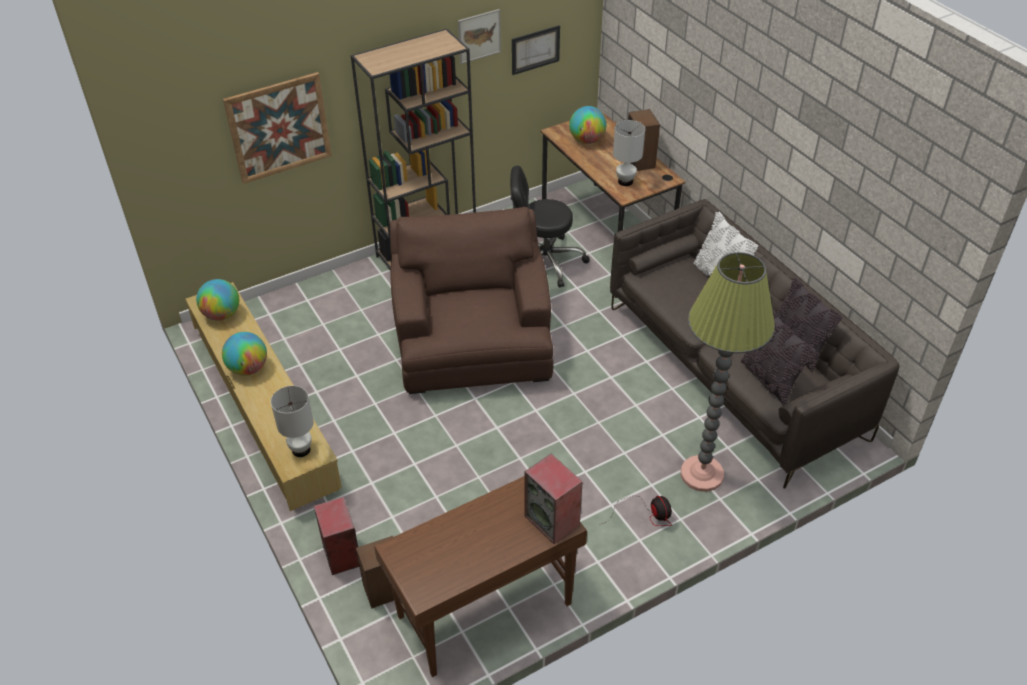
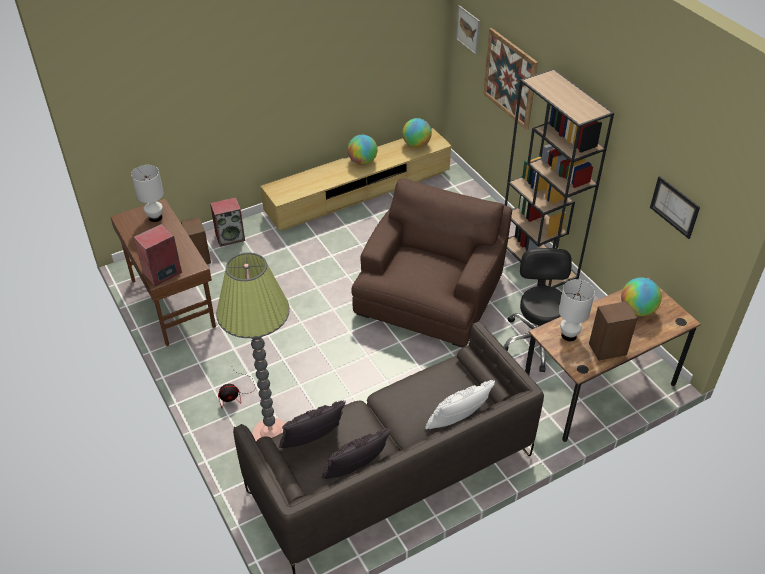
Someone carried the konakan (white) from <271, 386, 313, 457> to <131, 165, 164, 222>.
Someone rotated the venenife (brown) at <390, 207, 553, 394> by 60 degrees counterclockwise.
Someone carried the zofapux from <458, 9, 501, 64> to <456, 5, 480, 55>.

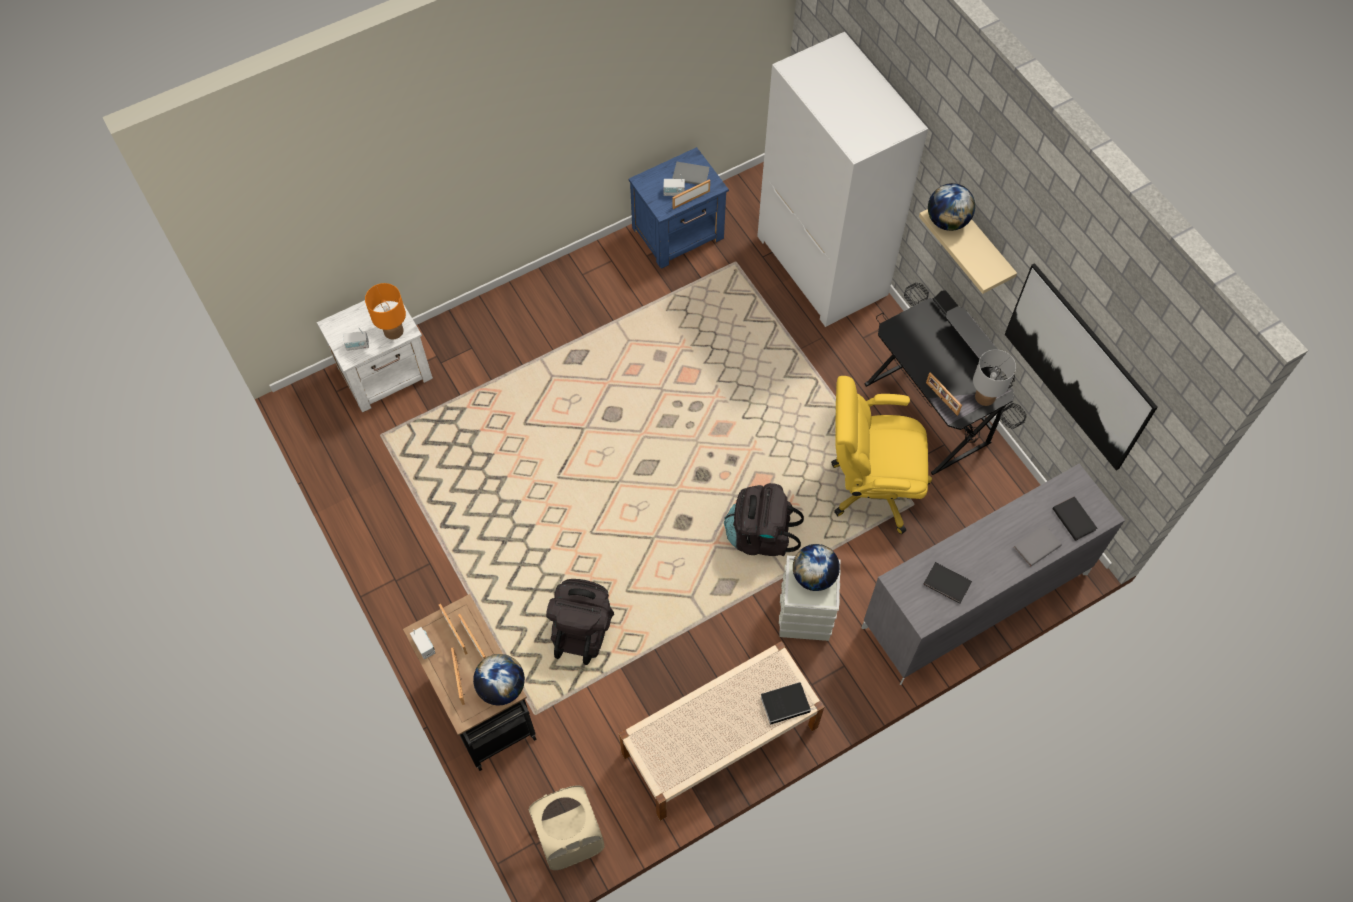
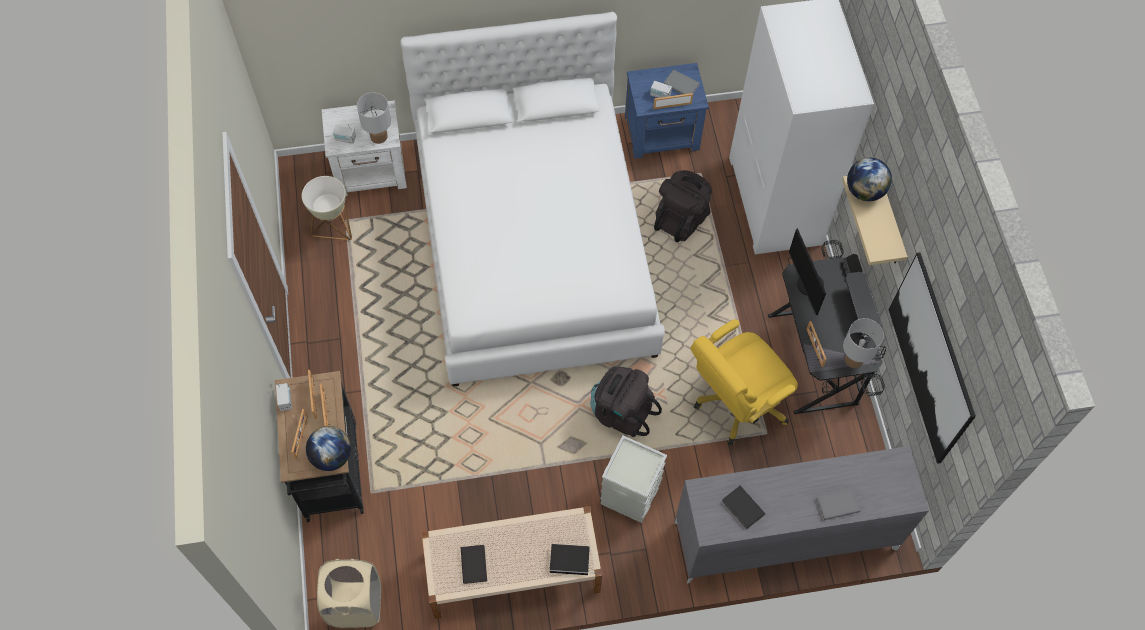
Someone put down the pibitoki at <302, 176, 352, 240>.
Someone repainted the konakan (orange) at <365, 283, 406, 339>, which became the konakan (grey) at <357, 92, 391, 144>.
Someone put down the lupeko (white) at <400, 12, 665, 387>.
Someone carried the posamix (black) from <1052, 496, 1098, 541> to <461, 545, 487, 584>.
Someone carried the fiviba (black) from <546, 579, 614, 665> to <654, 170, 712, 242>.
Someone rotated the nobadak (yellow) at <831, 376, 932, 534> by 60 degrees counterclockwise.
Someone put down the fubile at <789, 228, 826, 316>.
Someone took away the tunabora at <793, 544, 840, 591>.

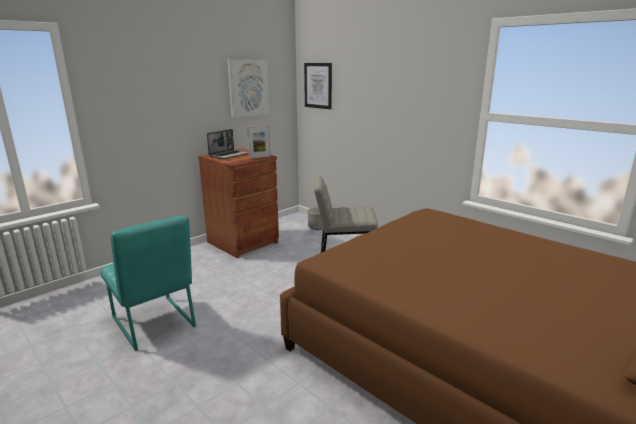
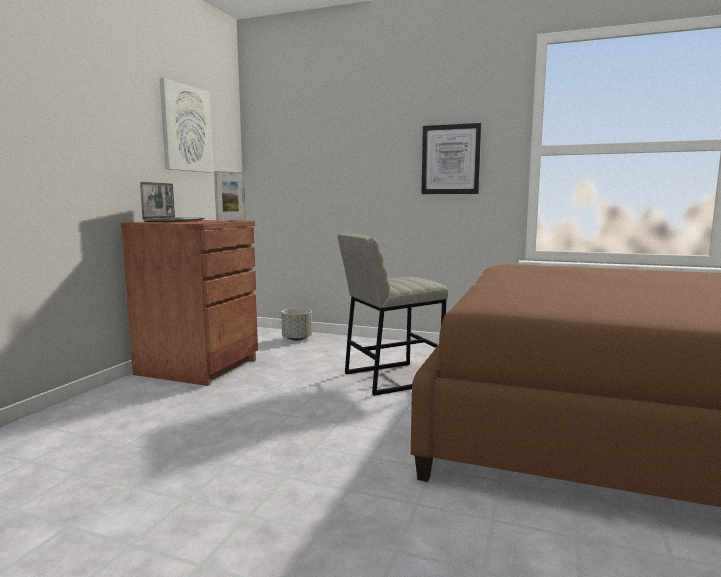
Someone carried the zofapux from <304, 63, 332, 109> to <422, 123, 481, 194>.
Someone took away the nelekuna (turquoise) at <100, 215, 196, 351>.

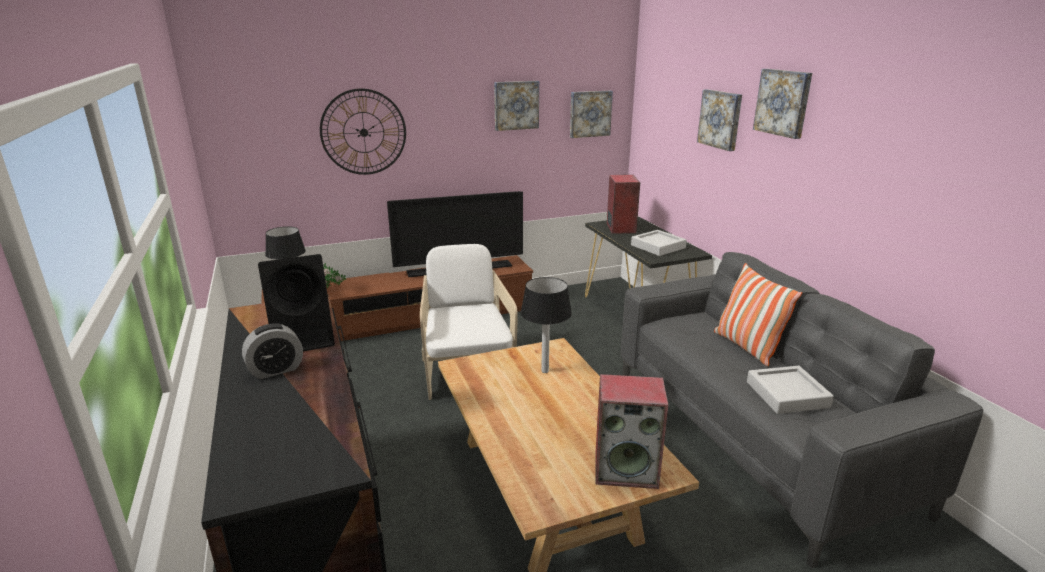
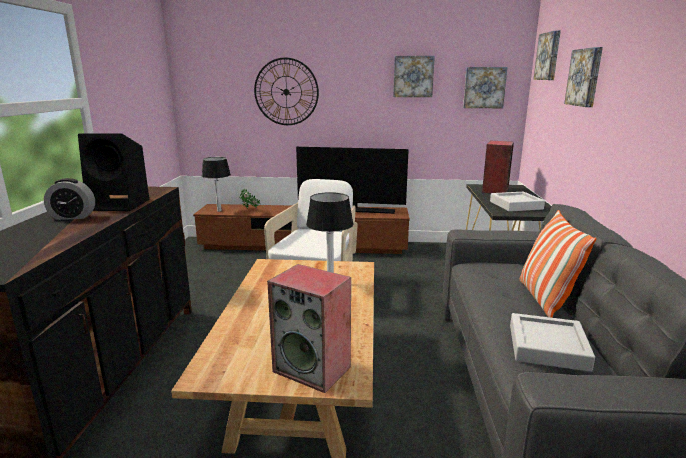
Someone carried the zofapux from <753, 69, 812, 139> to <533, 30, 561, 80>.

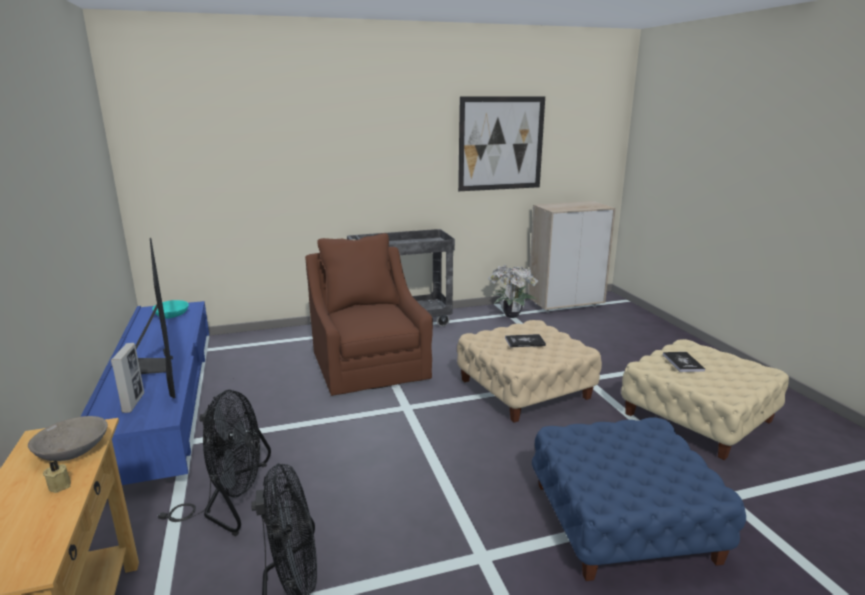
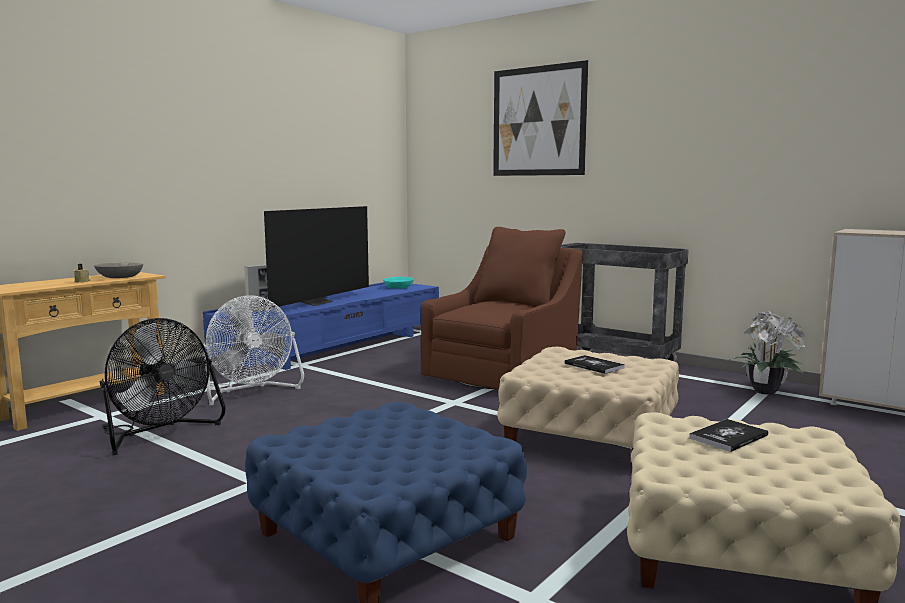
Someone repainted the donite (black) at <157, 390, 271, 537>, which became the donite (white) at <203, 296, 304, 405>.
Someone carried the zofapux from <458, 96, 545, 191> to <493, 60, 588, 176>.

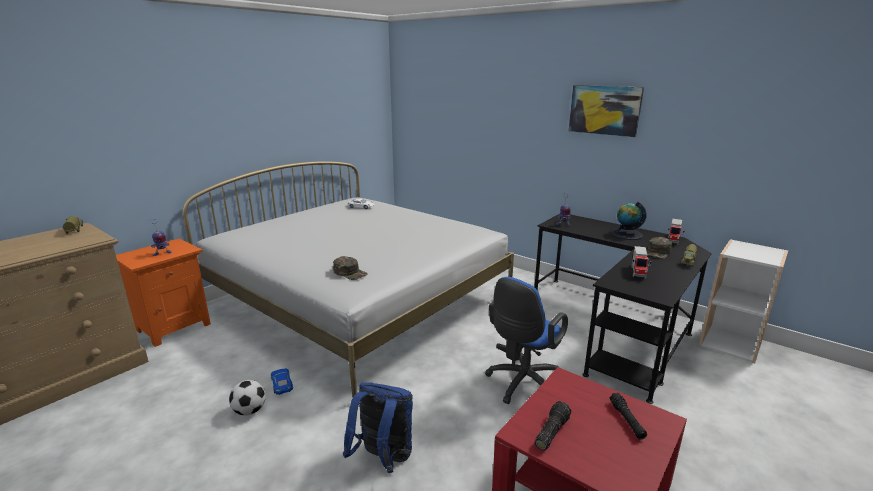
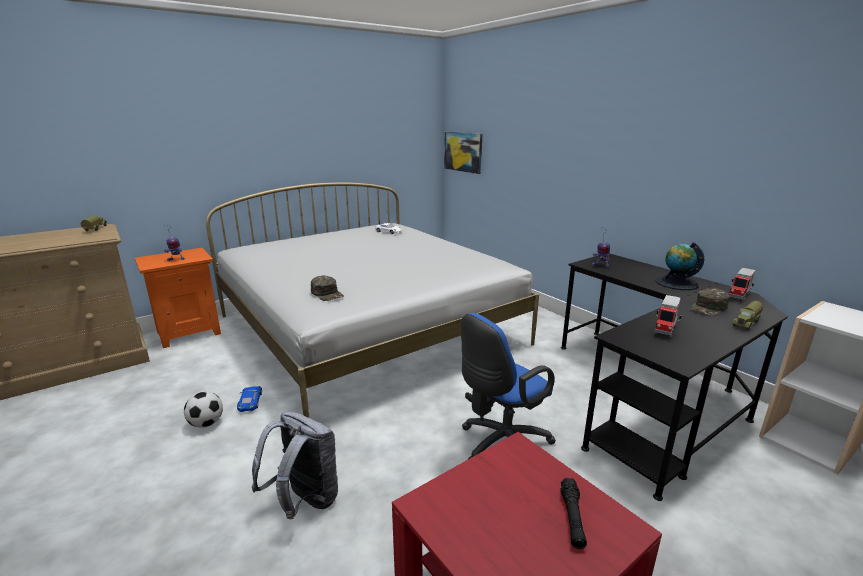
Someone repainted the fiviba (blue) at <343, 382, 413, 473>, which became the fiviba (grey) at <252, 412, 338, 519>.
Someone carried the zofapux from <569, 85, 644, 137> to <444, 132, 482, 174>.
Someone took away the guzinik at <535, 401, 571, 451>.

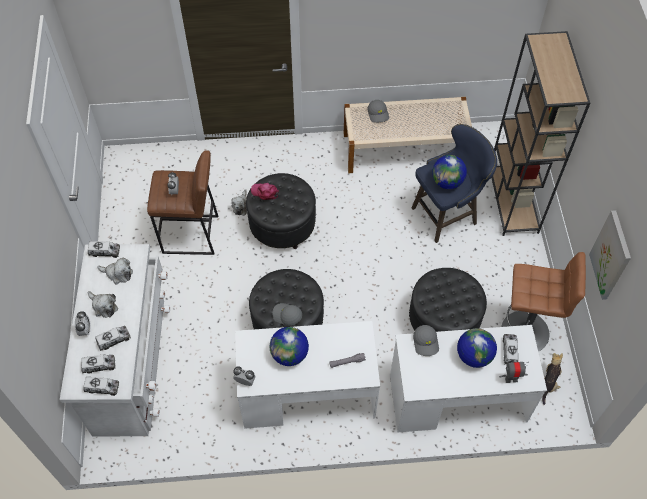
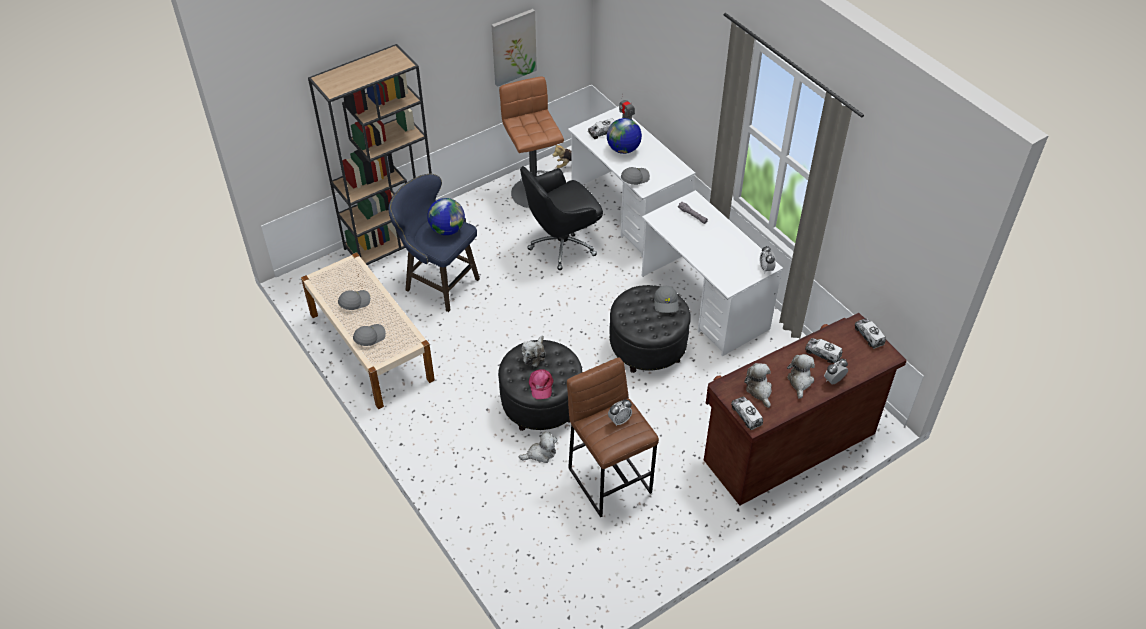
Someone put down the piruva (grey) at <338, 290, 370, 310>.
Someone swapped the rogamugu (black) at <409, 268, 487, 332> for the nobadak (black) at <520, 166, 603, 270>.
Someone put down the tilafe at <522, 335, 546, 367>.
Someone repainted the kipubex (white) at <60, 244, 170, 437>, which became the kipubex (brown) at <704, 313, 907, 506>.
Someone took away the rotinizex at <81, 355, 115, 374>.
Someone took away the tunabora at <269, 327, 309, 366>.

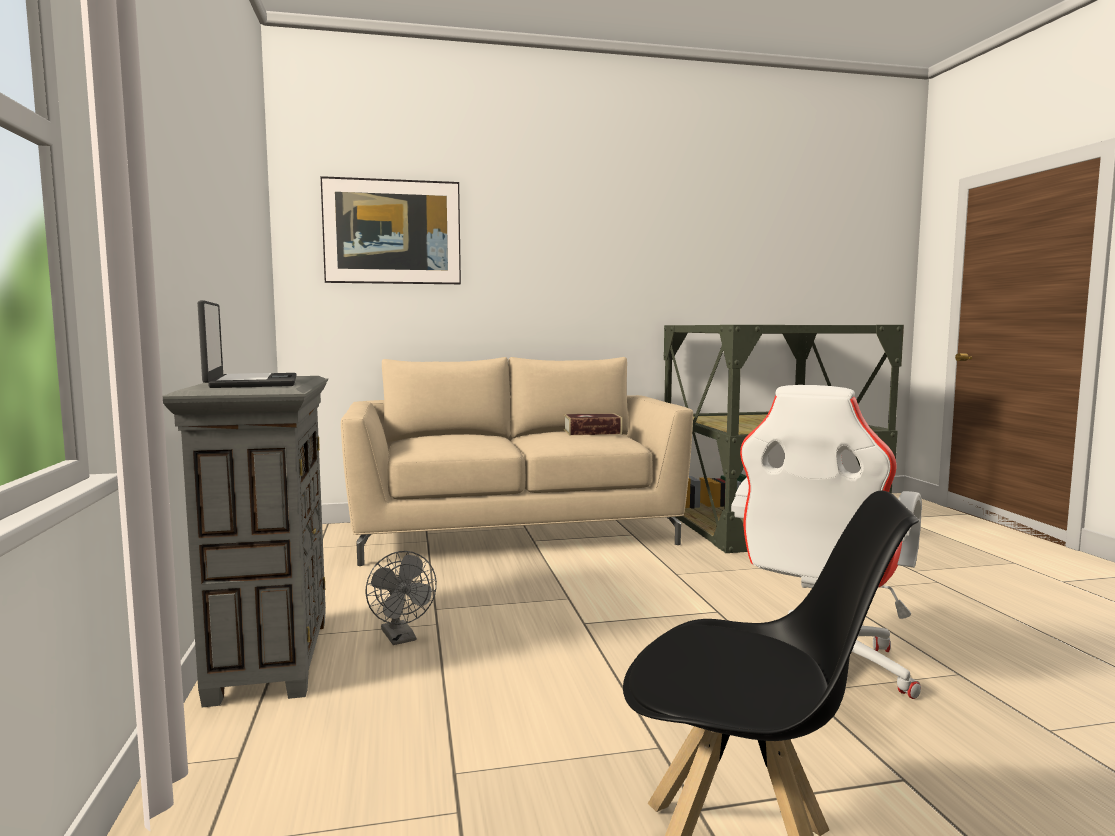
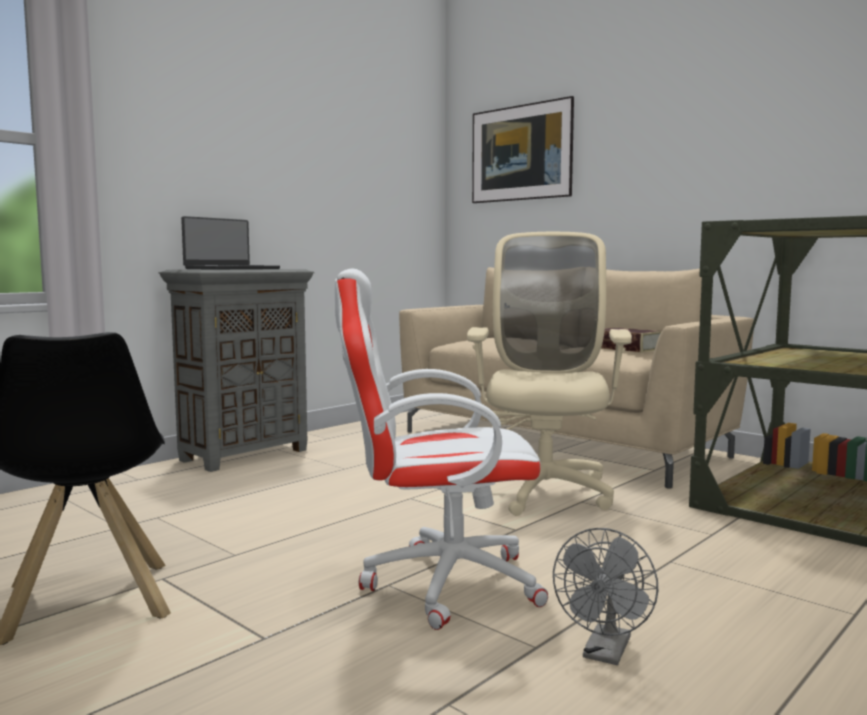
Someone put down the nobadak (beige) at <467, 232, 632, 516>.
Someone carried the donite (grey) from <366, 551, 437, 645> to <553, 528, 658, 665>.

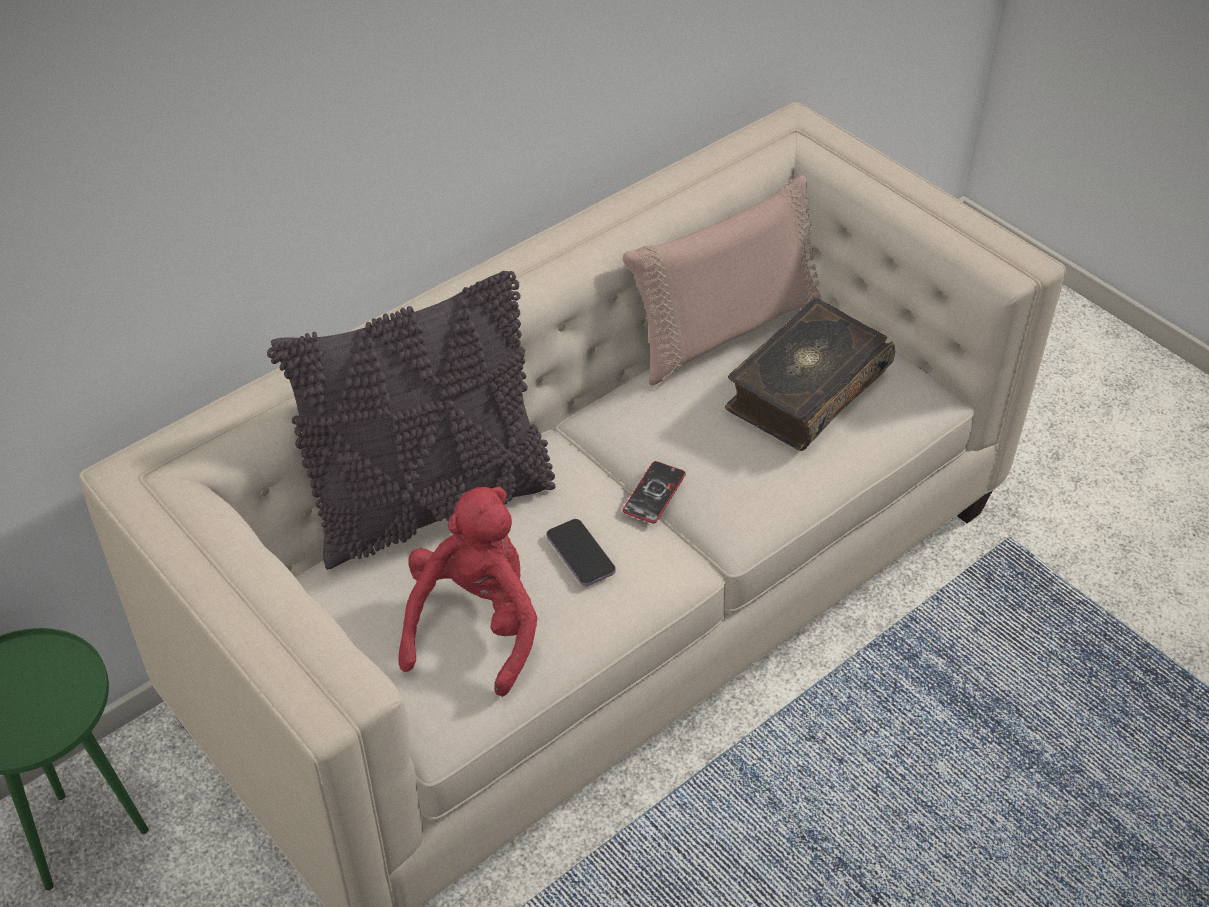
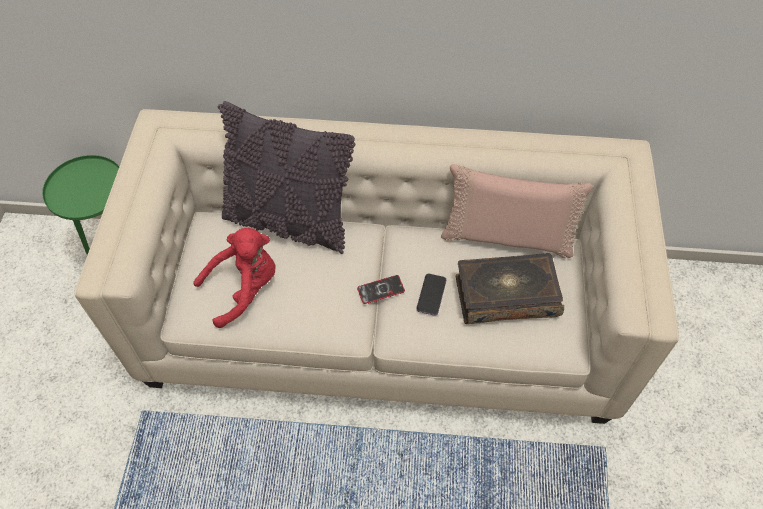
Someone carried the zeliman from <546, 519, 616, 586> to <417, 274, 446, 316>.

